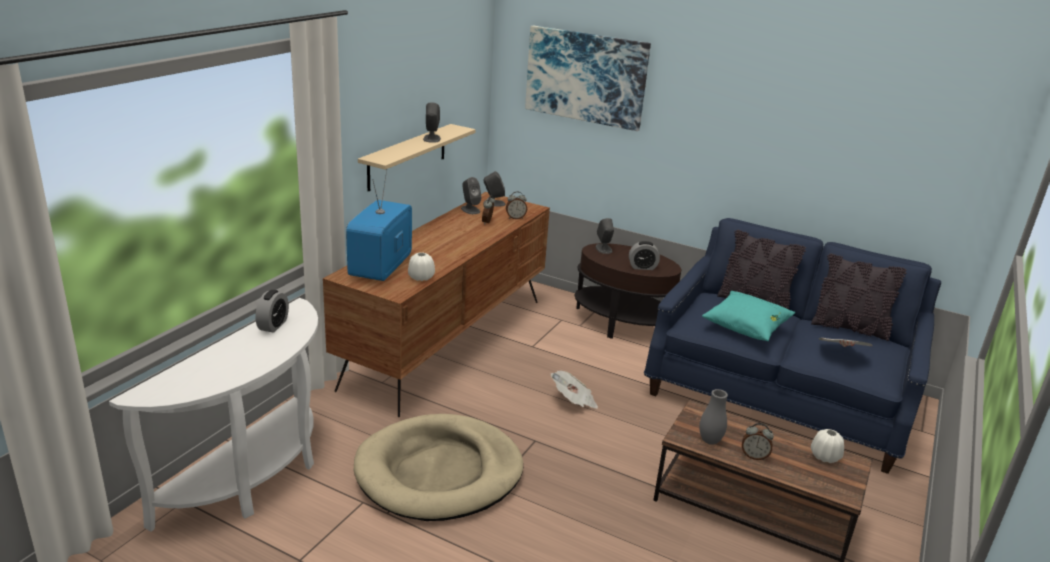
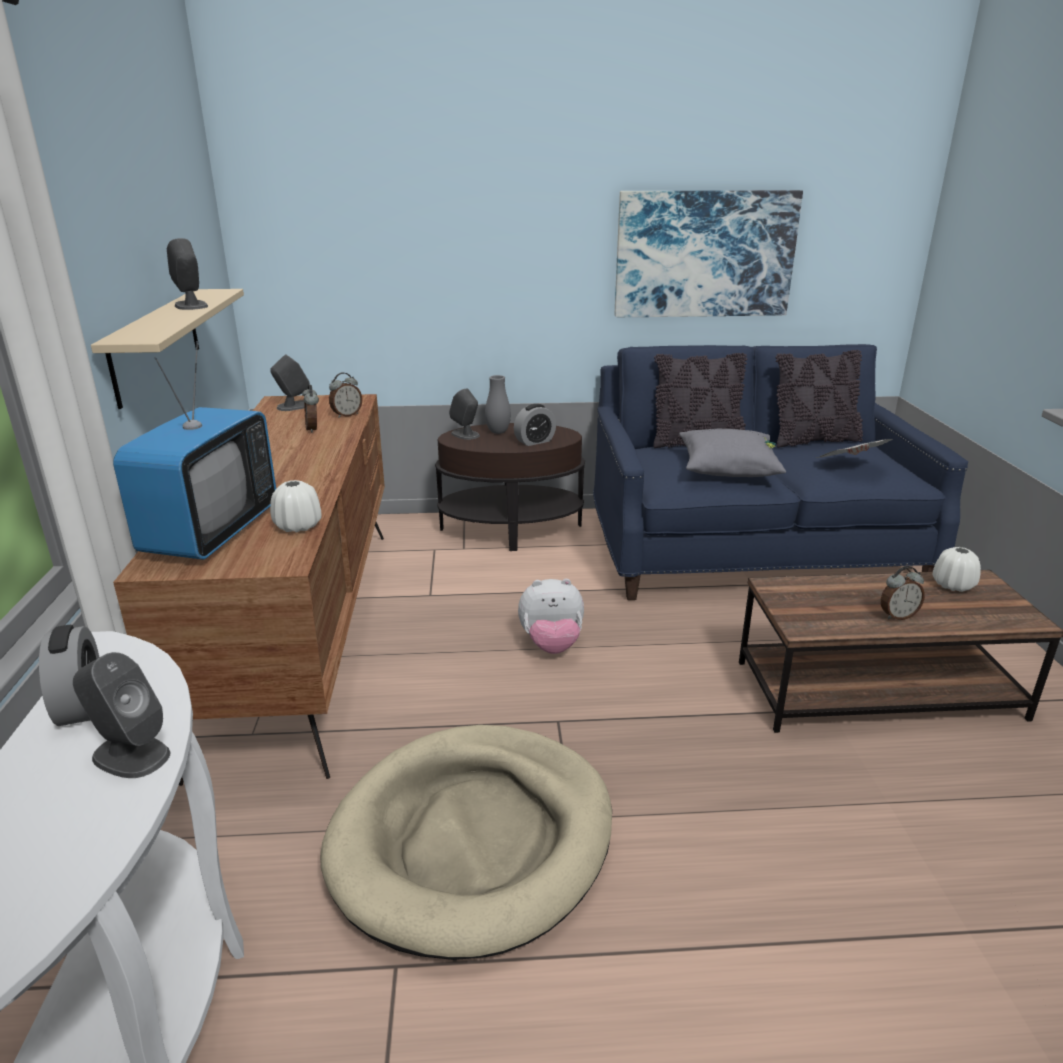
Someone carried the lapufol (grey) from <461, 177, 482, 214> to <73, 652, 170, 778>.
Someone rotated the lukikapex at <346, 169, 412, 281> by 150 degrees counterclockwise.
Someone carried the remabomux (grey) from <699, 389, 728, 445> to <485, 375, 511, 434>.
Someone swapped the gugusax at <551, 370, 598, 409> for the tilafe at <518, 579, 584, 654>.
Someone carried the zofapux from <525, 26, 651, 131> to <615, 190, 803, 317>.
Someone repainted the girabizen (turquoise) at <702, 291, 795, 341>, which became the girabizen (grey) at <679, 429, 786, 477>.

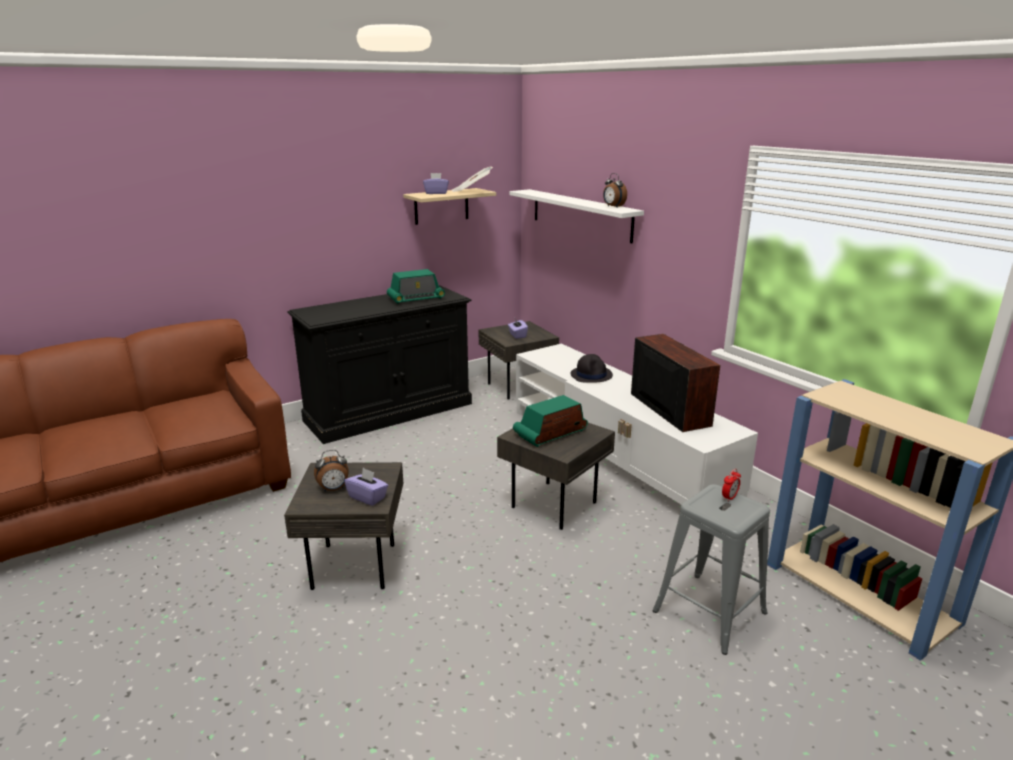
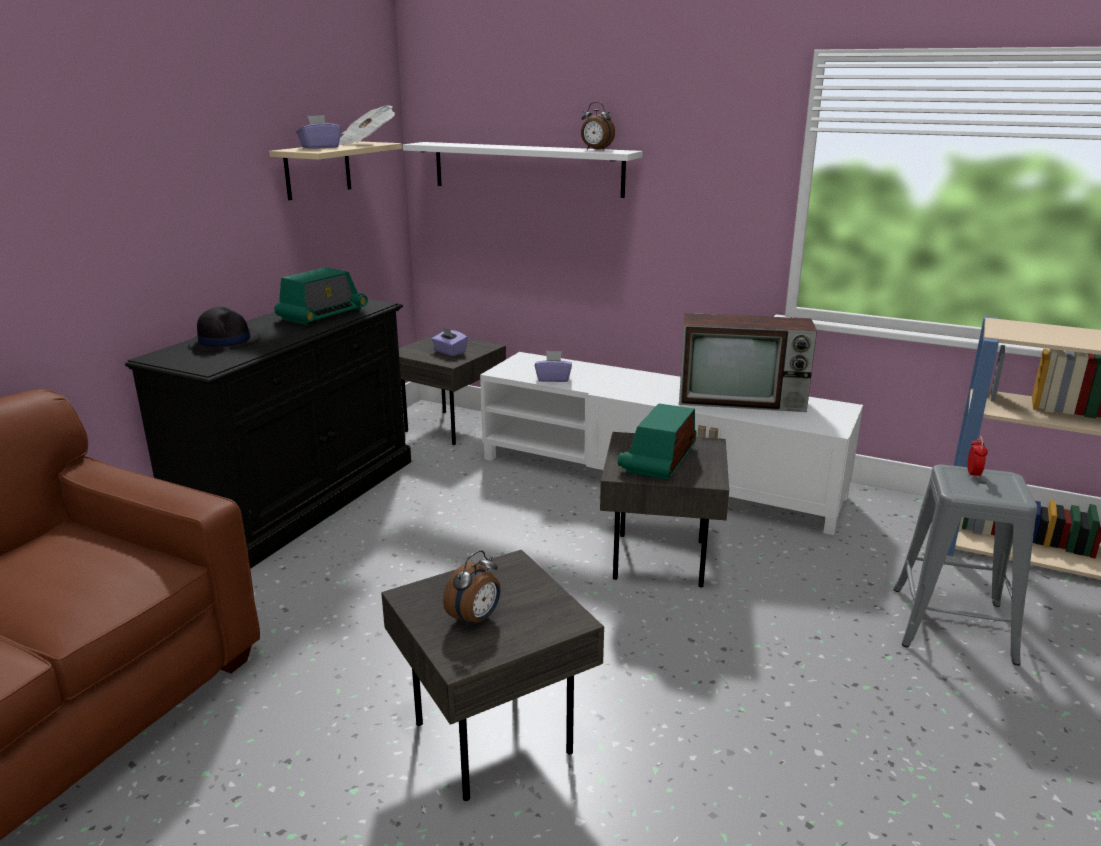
Someone carried the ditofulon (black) from <570, 354, 613, 382> to <188, 306, 261, 352>.
Someone carried the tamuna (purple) from <344, 468, 388, 506> to <535, 351, 572, 382>.
Someone rotated the lukikapex at <631, 334, 720, 432> by 150 degrees clockwise.

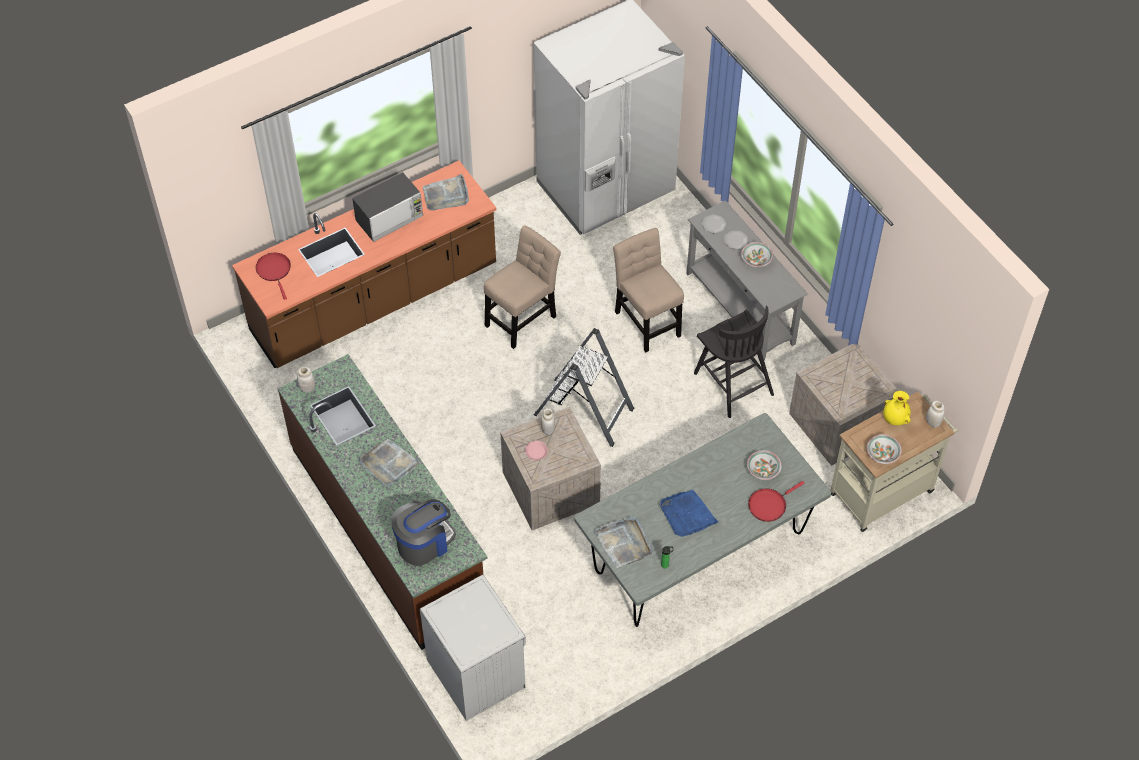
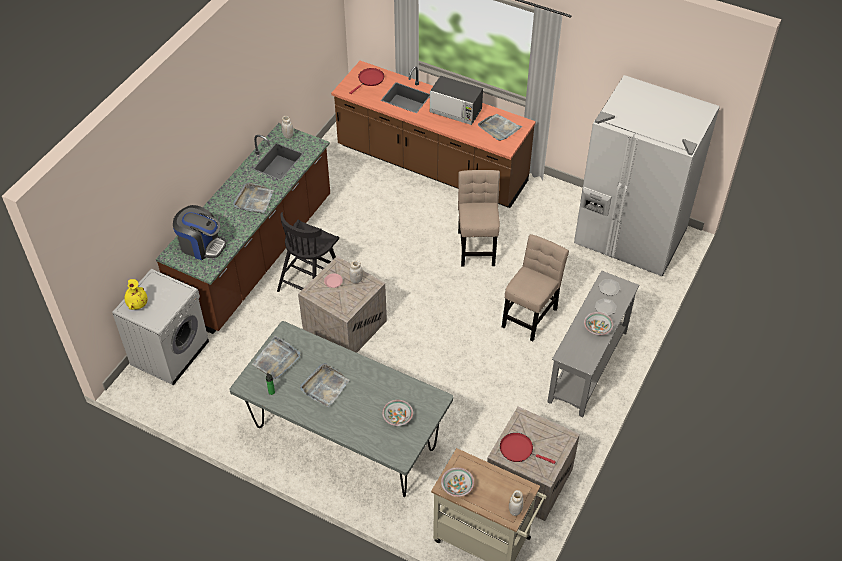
Someone carried the remabomux (yellow) from <883, 391, 911, 425> to <124, 279, 148, 310>.
Someone carried the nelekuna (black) from <694, 306, 774, 418> to <277, 212, 339, 292>.
Someone repainted the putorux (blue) at <659, 490, 718, 537>, which became the putorux (grey) at <300, 363, 350, 407>.
Someone rotated the nelekuna (beige) at <484, 225, 561, 349> by 105 degrees counterclockwise.
Someone carried the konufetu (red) from <748, 481, 804, 522> to <500, 433, 556, 464>.
Someone took away the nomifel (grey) at <534, 328, 634, 447>.

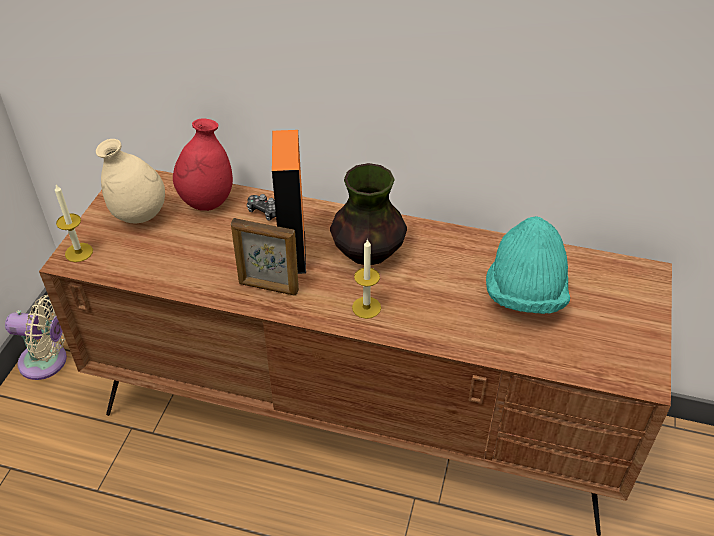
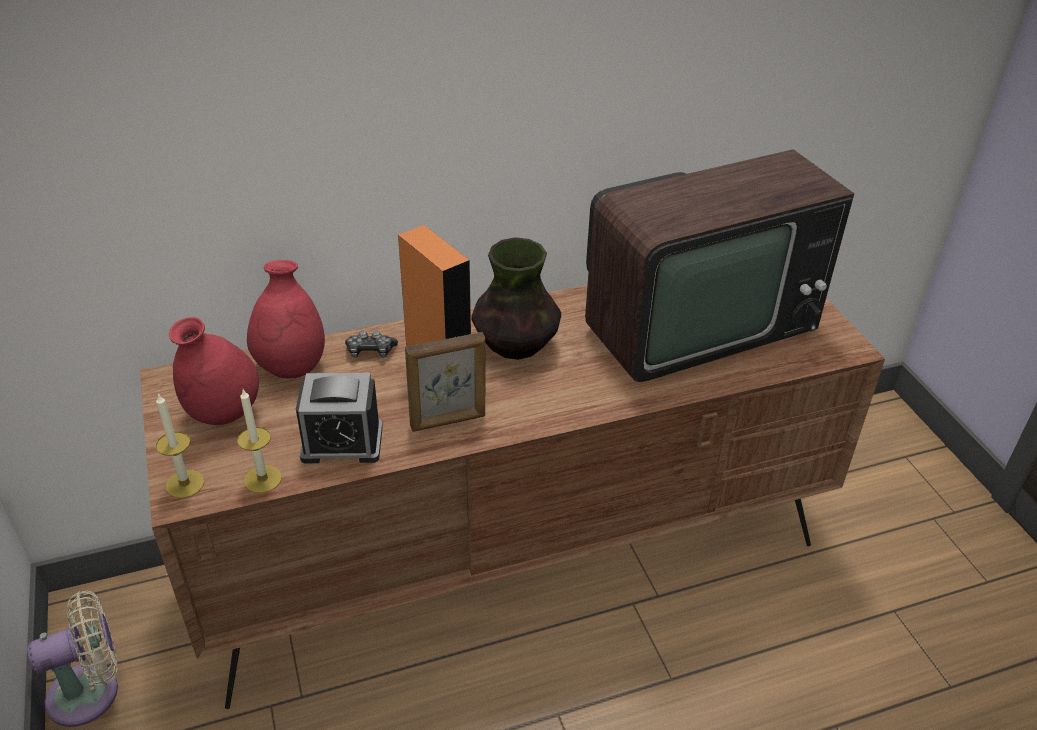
Someone repainted the remabomux (beige) at <96, 139, 165, 223>, which became the remabomux (red) at <169, 317, 259, 425>.
Someone carried the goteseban from <352, 239, 381, 319> to <237, 390, 282, 493>.
Someone put down the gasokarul at <296, 373, 383, 463>.
Someone swapped the ditofulon (turquoise) at <486, 216, 570, 314> for the lukikapex at <585, 149, 854, 382>.

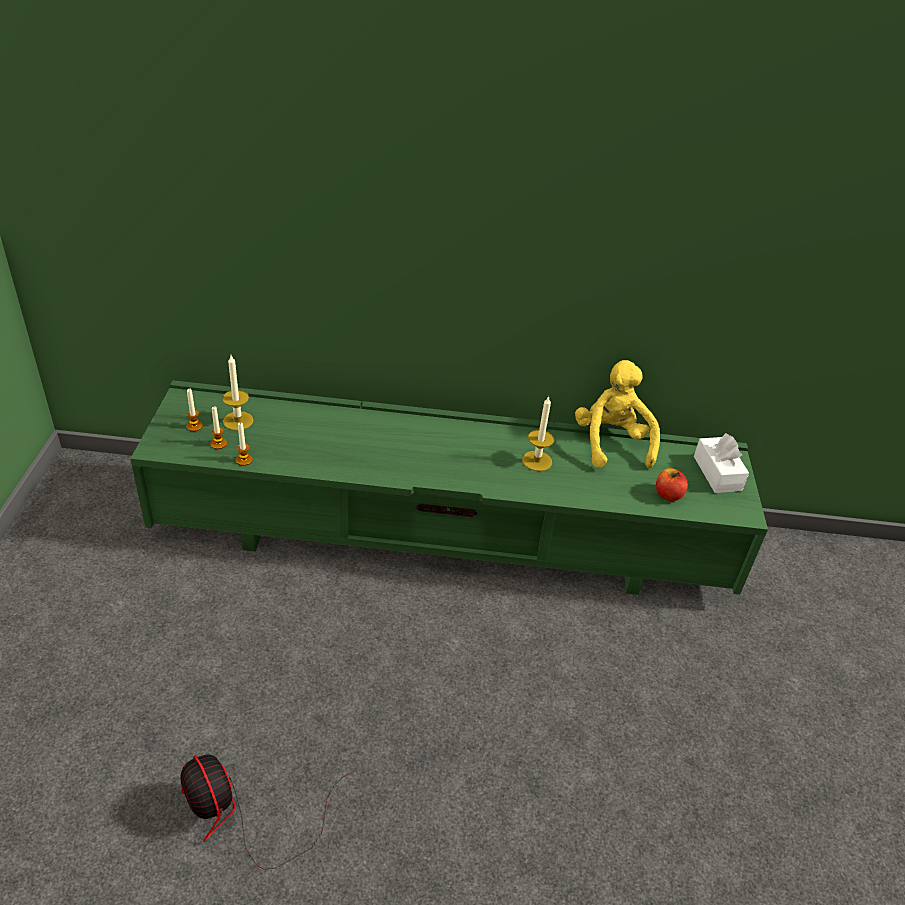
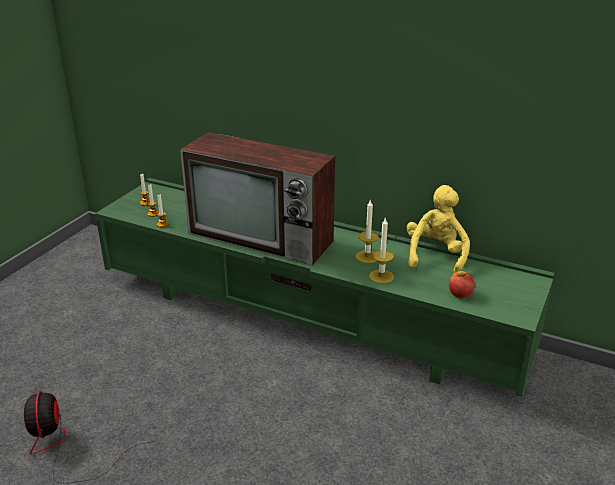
Someone put down the lukikapex at <180, 132, 335, 265>.
Someone carried the goteseban from <222, 355, 254, 431> to <369, 218, 394, 284>.
Someone took away the tamuna (white) at <694, 433, 749, 493>.

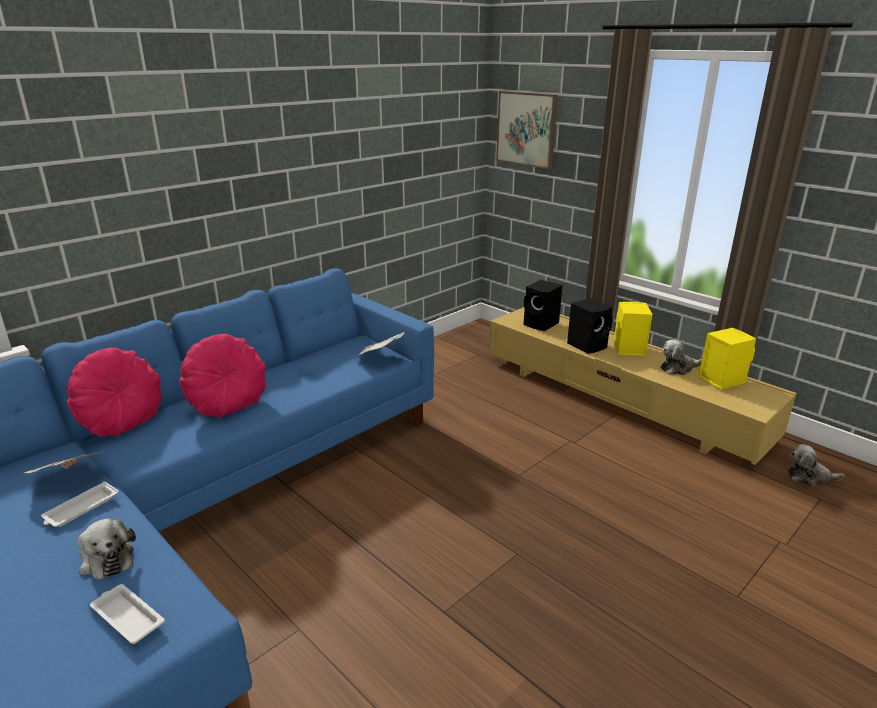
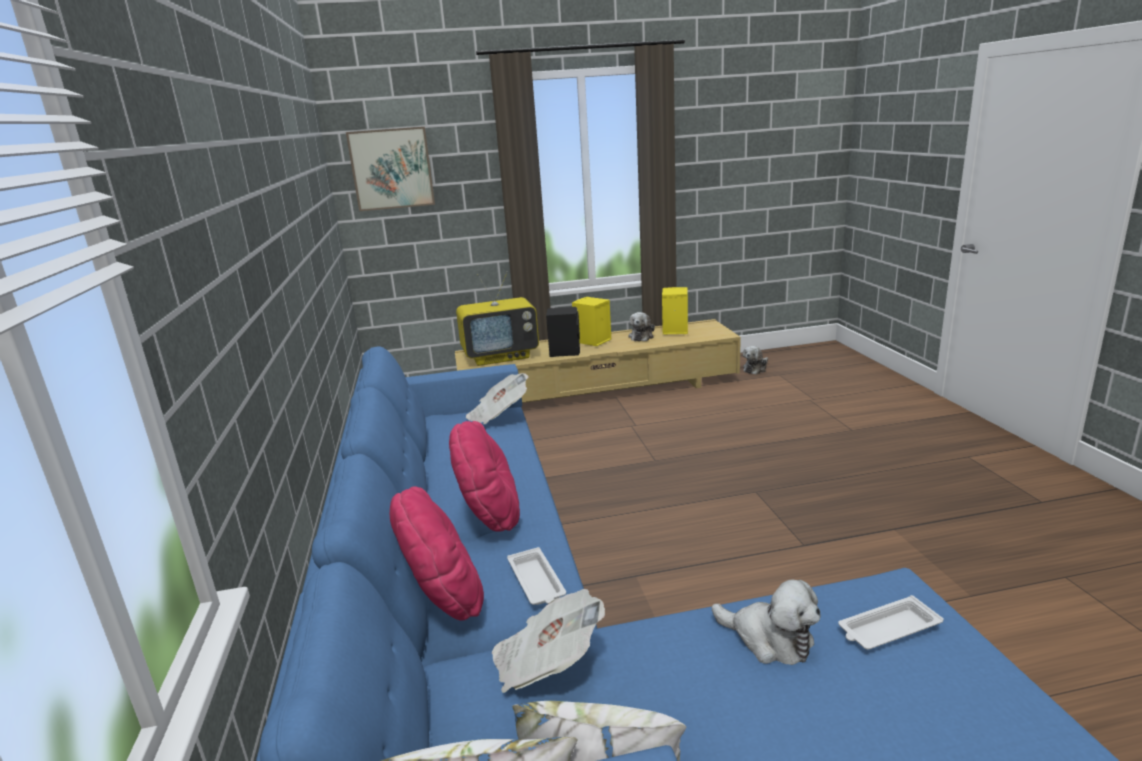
Someone swapped the lapufol (black) at <524, 280, 563, 331> for the lukikapex at <456, 271, 539, 366>.
Someone carried the putorux (white) from <41, 481, 119, 527> to <507, 547, 566, 605>.
Someone rotated the tilafe at <77, 518, 136, 579> by 45 degrees clockwise.

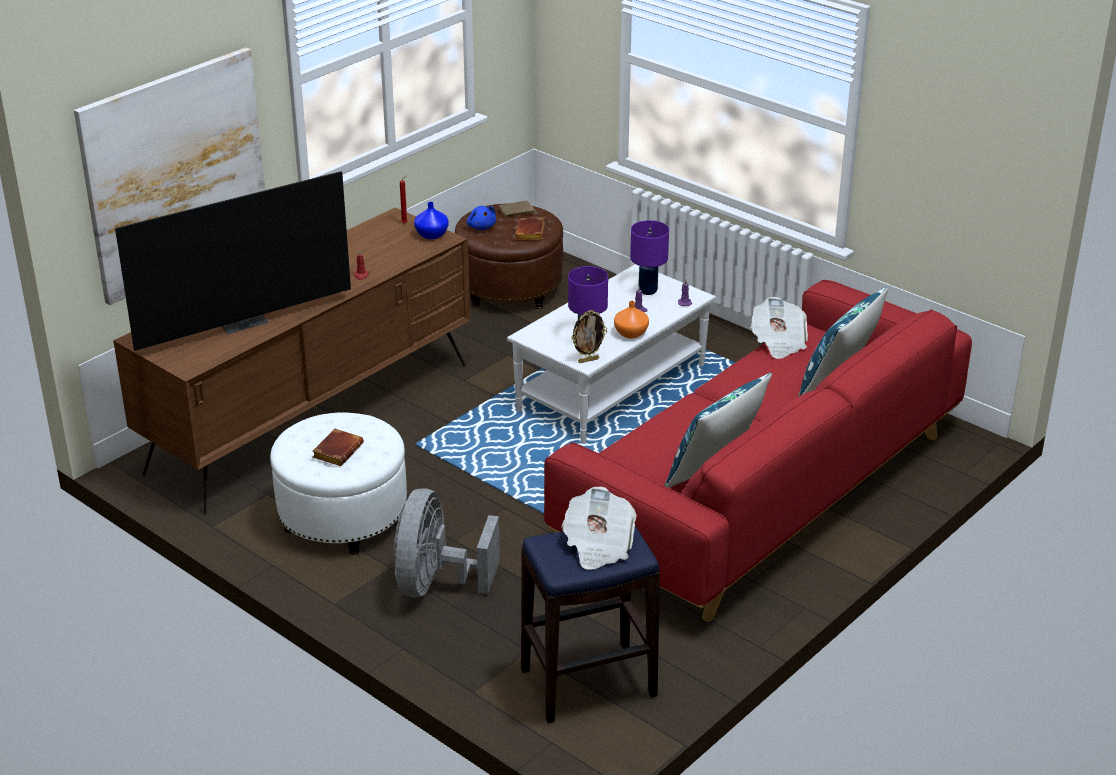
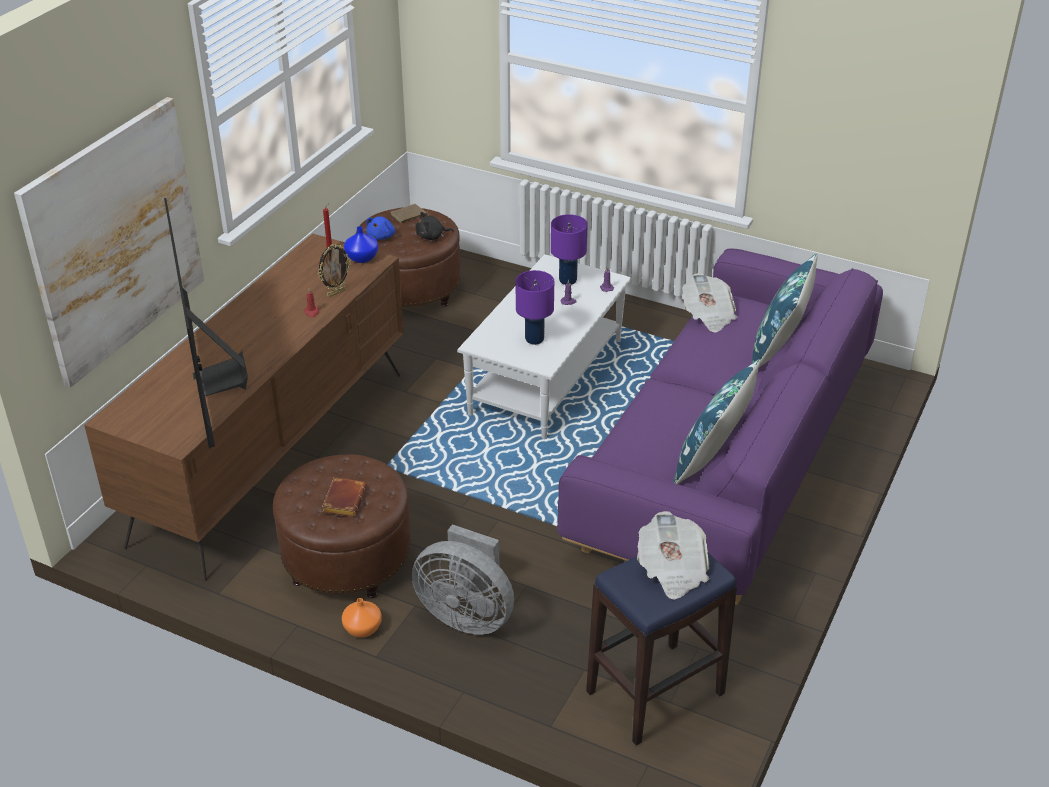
Someone rotated the lukikapex at <115, 171, 351, 351> by 120 degrees clockwise.
Someone repainted the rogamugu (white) at <270, 412, 407, 555>, which became the rogamugu (brown) at <273, 455, 411, 598>.
Someone carried the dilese from <571, 310, 607, 363> to <318, 244, 351, 297>.
Someone carried the remabomux (orange) from <614, 301, 649, 338> to <342, 598, 382, 638>.
Someone rotated the tilafe (blue) at <467, 206, 496, 230> by 60 degrees clockwise.
Someone rotated the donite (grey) at <393, 489, 500, 598> by 60 degrees counterclockwise.
Someone swapped the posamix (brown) at <515, 218, 545, 240> for the tilafe (black) at <416, 212, 454, 240>.
Someone repainted the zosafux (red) at <544, 280, 972, 622>, which became the zosafux (purple) at <557, 248, 883, 605>.

